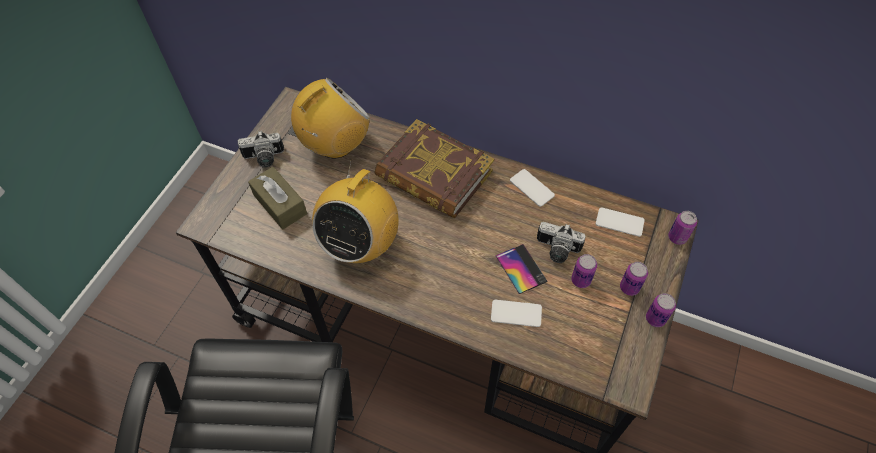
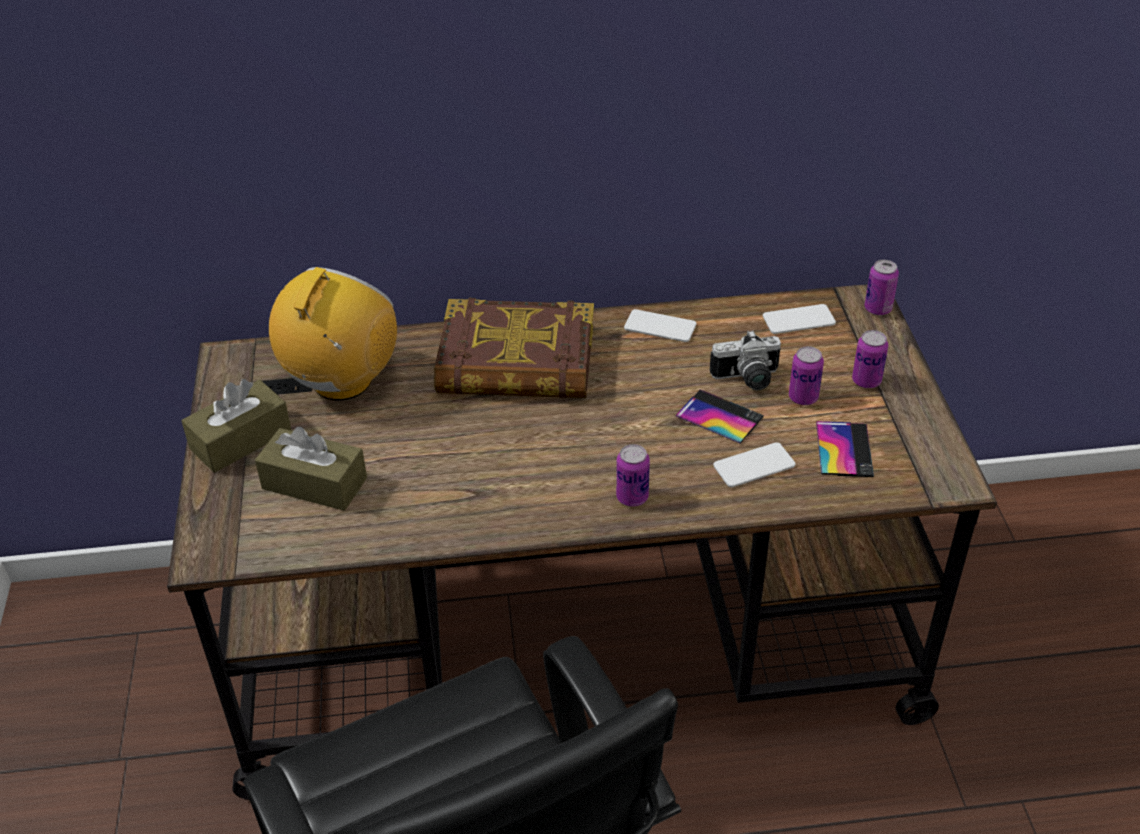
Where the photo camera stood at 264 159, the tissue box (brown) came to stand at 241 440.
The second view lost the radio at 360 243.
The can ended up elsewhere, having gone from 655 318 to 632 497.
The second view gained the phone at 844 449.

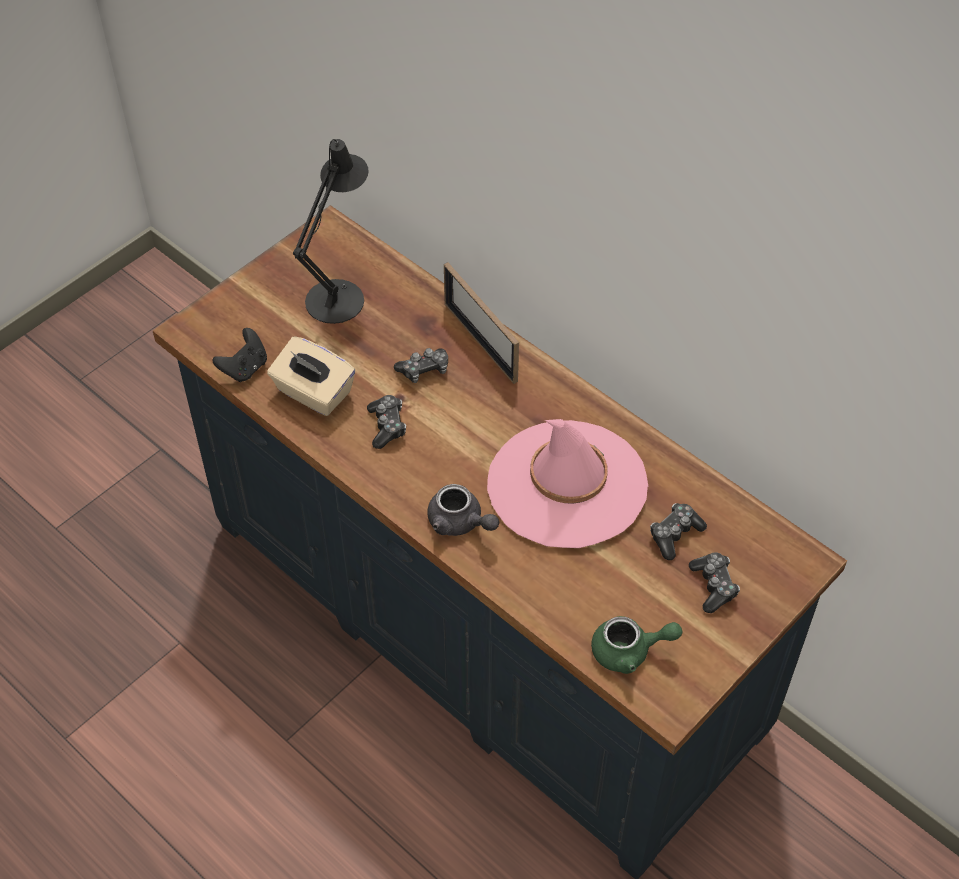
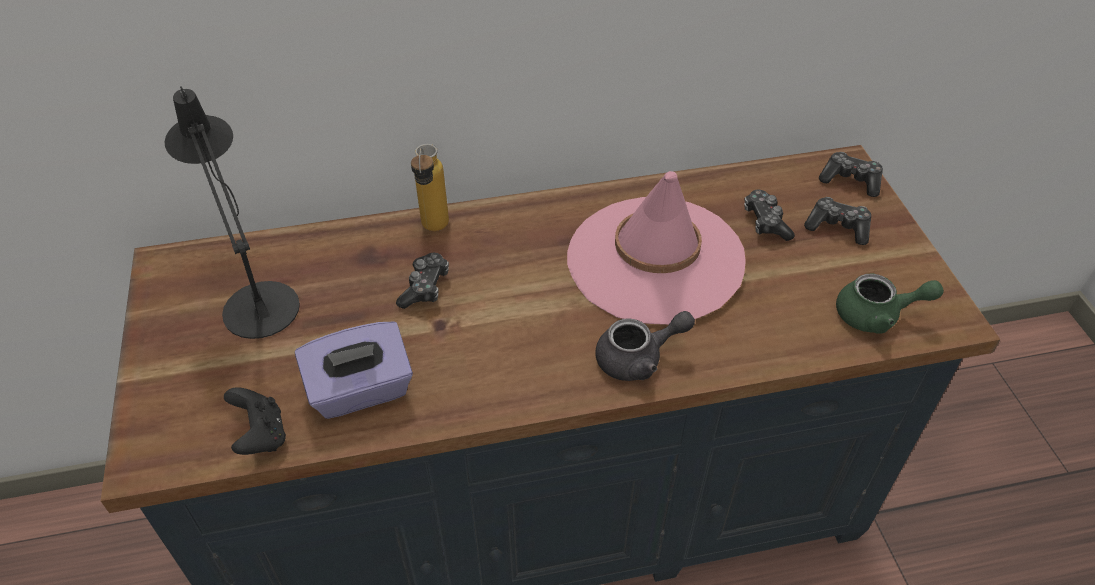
What was the tissue box (beige) at 313 393 turned into the tissue box (purple) at 361 391.
The game controller ended up elsewhere, having gone from 387 426 to 850 180.
Where the picture frame stood at 480 342, the bottle came to stand at 434 231.
The teapot (green) at 629 651 ended up facing another way, 60 degrees clockwise from before.

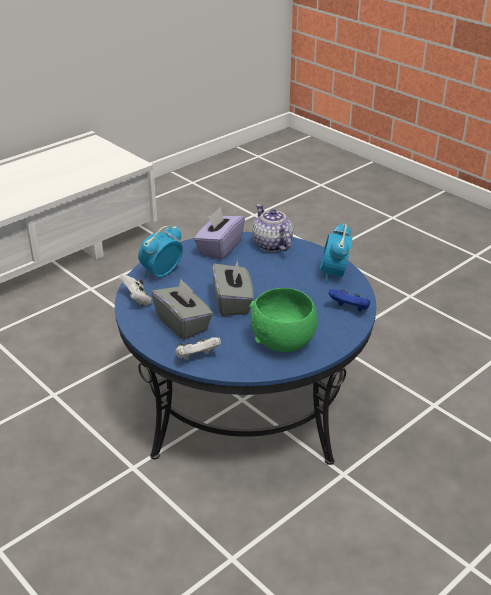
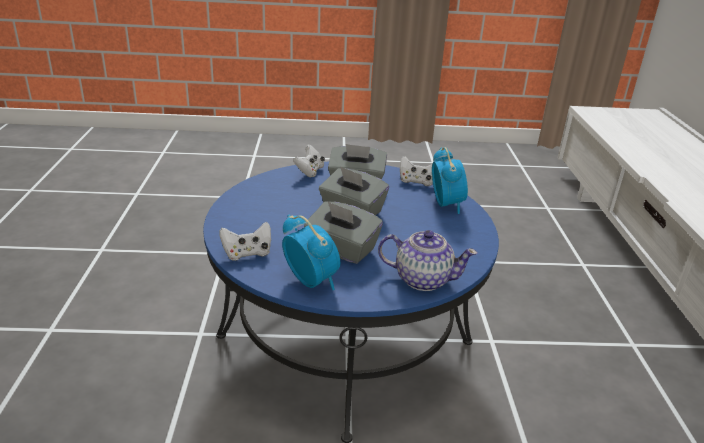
The second view lost the tissue box (purple) at 219 248.
The second view lost the bowl (green) at 284 342.
What was the game controller (blue) at 349 309 turned into the game controller (white) at 247 253.
The second view gained the tissue box (grey) at 341 249.

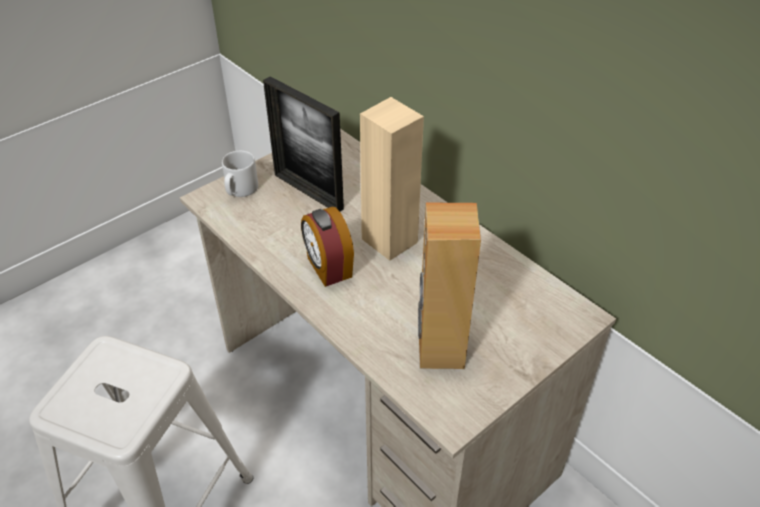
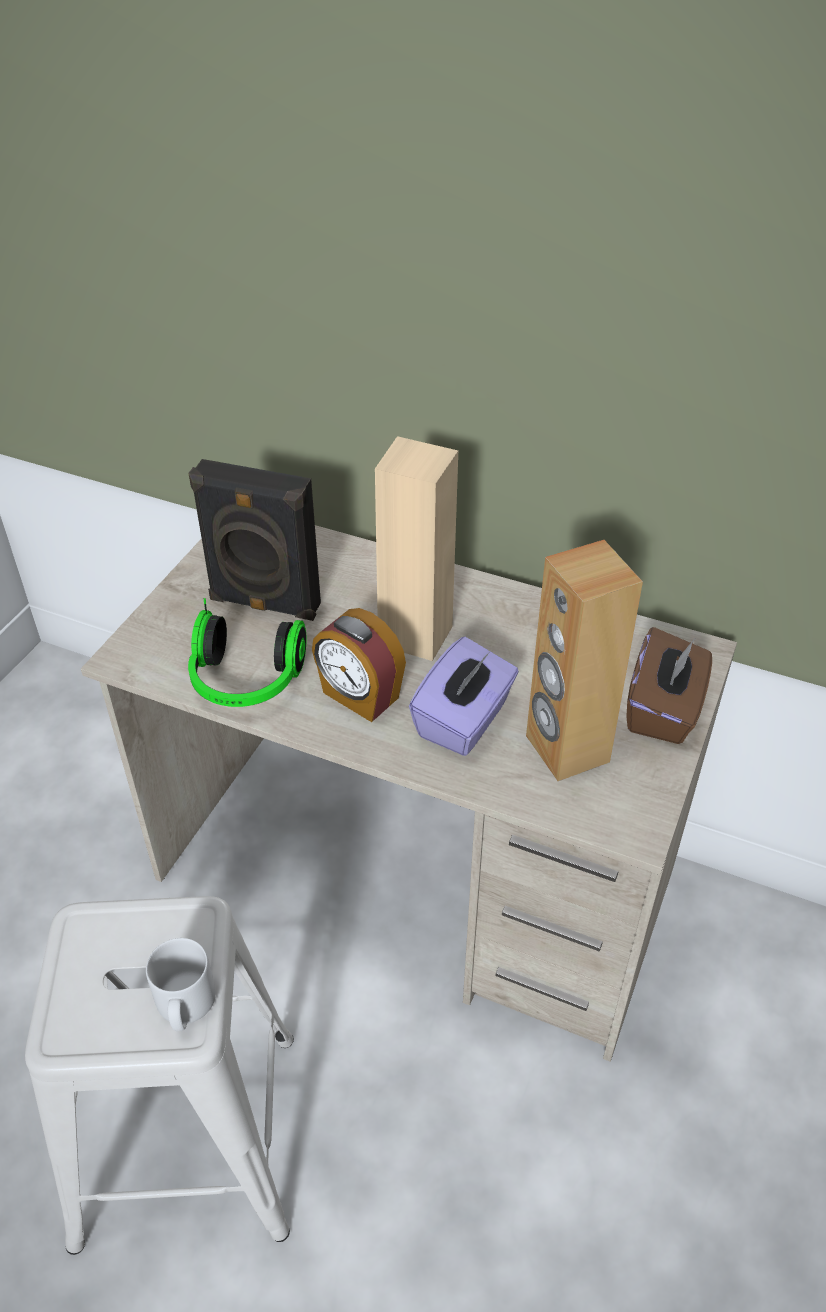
The mug (grey) ended up elsewhere, having gone from 240 190 to 185 1005.
Where the picture frame stood at 308 191, the speaker (black) came to stand at 264 604.
The second view gained the headphones at 245 682.
The second view gained the tissue box (purple) at 464 720.
The second view gained the tissue box (brown) at 663 710.

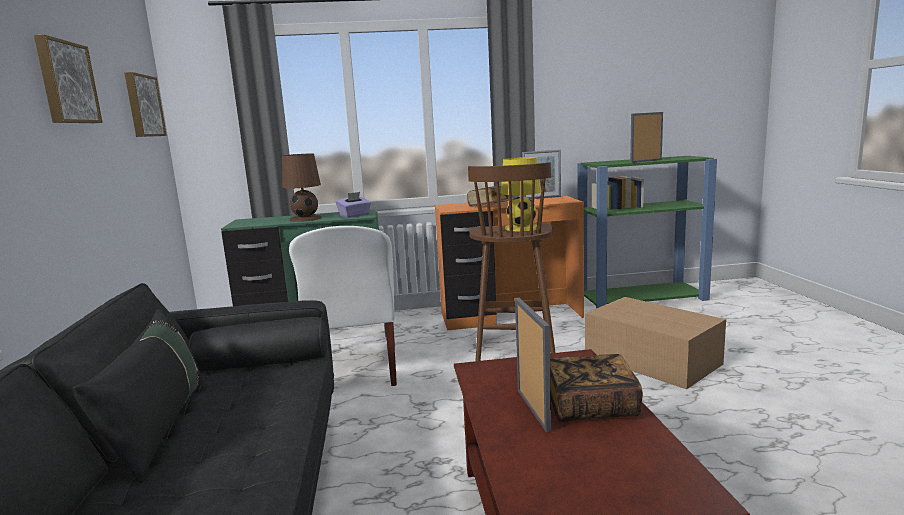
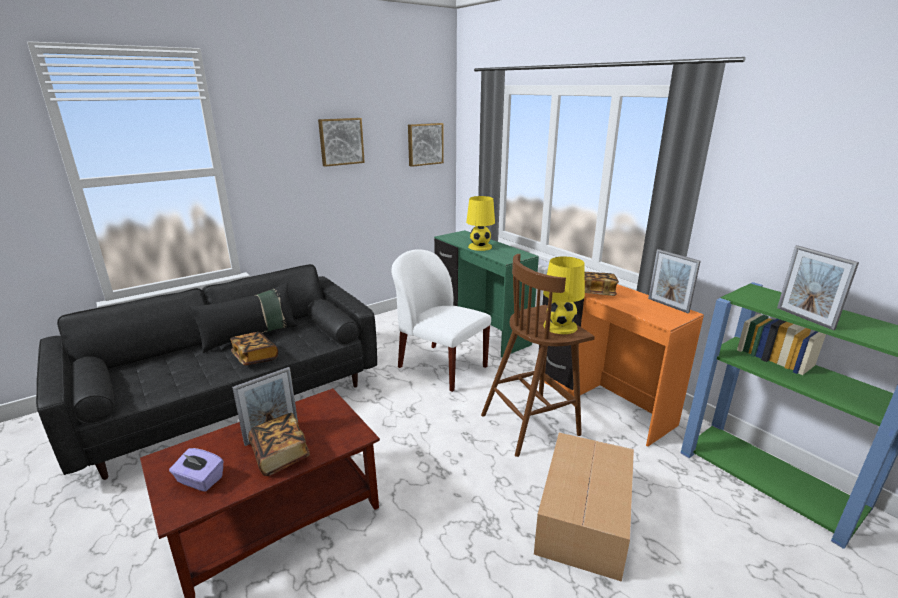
What was the table lamp (brown) at 305 219 turned into the table lamp (yellow) at 479 247.
The chair (white) at 356 370 ended up facing another way, 75 degrees clockwise from before.
The tissue box (purple) ended up elsewhere, having gone from 354 215 to 200 480.
The picture frame at 646 161 ended up facing another way, 150 degrees counterclockwise from before.
The second view gained the book at 255 357.

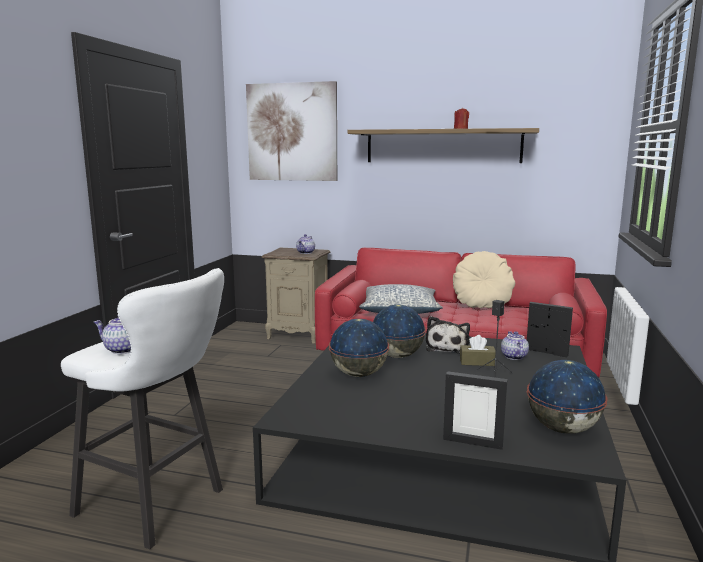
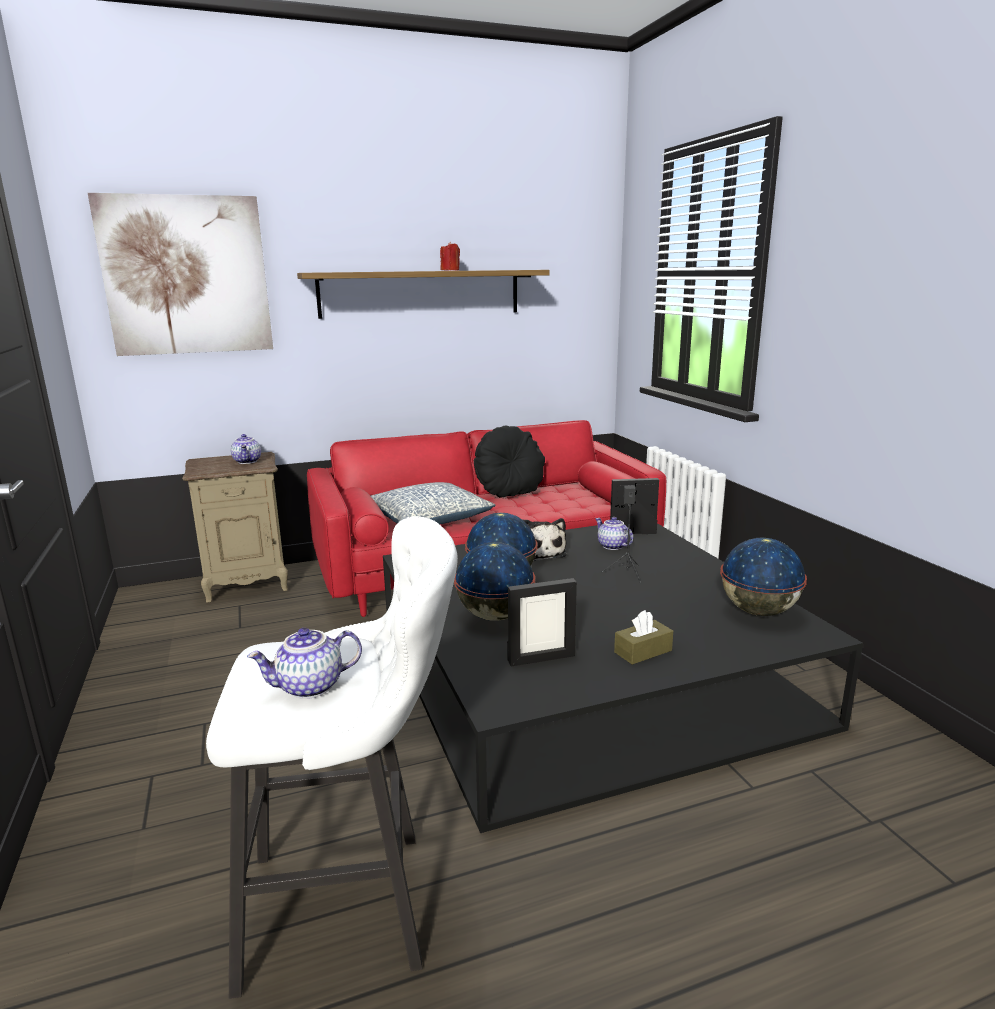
The picture frame ended up elsewhere, having gone from 472 442 to 541 658.
What was the pillow (beige) at 482 306 turned into the pillow (black) at 509 494.
The tissue box (brown) ended up elsewhere, having gone from 477 362 to 643 651.

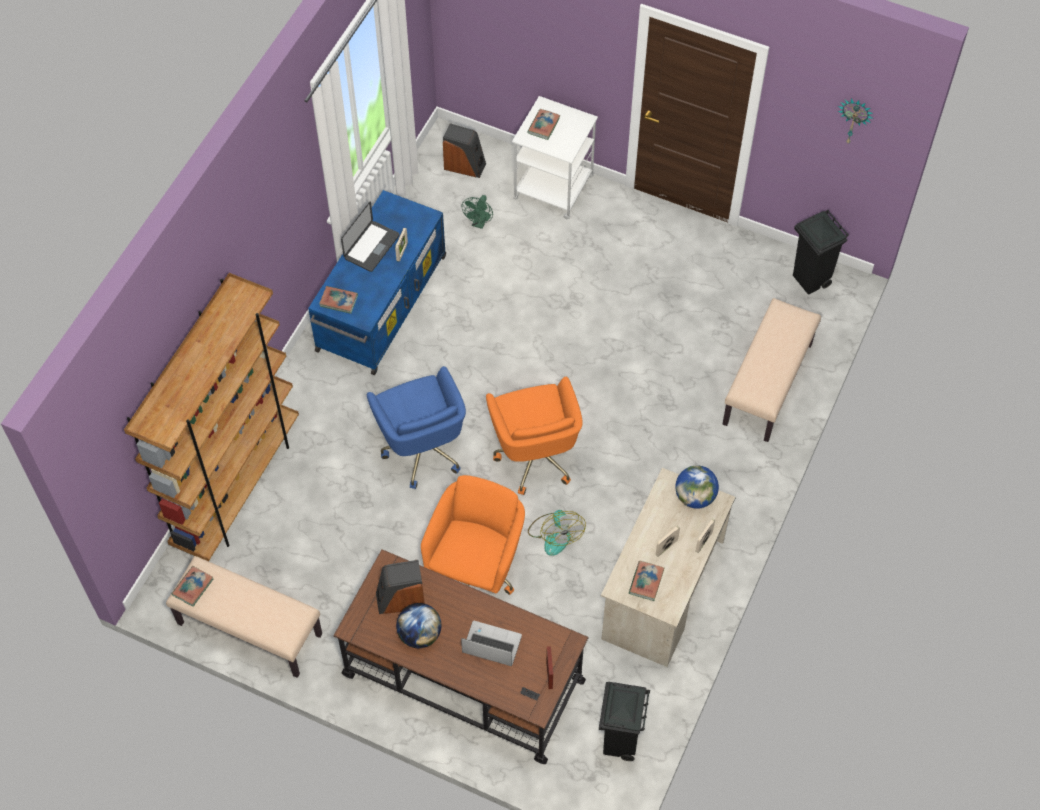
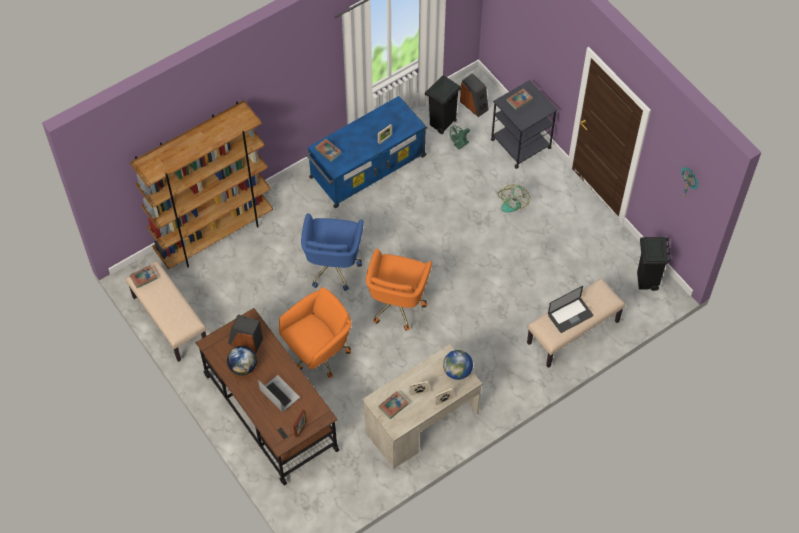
The laptop ended up elsewhere, having gone from 372 247 to 570 315.
What was the cart (white) at 554 188 turned into the cart (black) at 521 145.
The fan ended up elsewhere, having gone from 555 534 to 512 201.
The trash can (black) ended up elsewhere, having gone from 620 743 to 442 124.

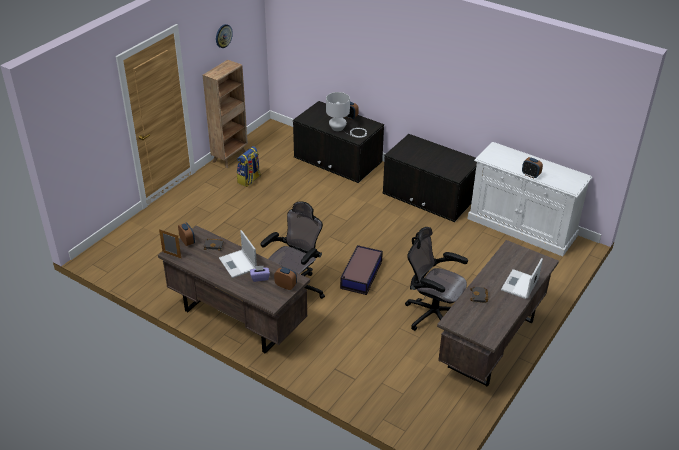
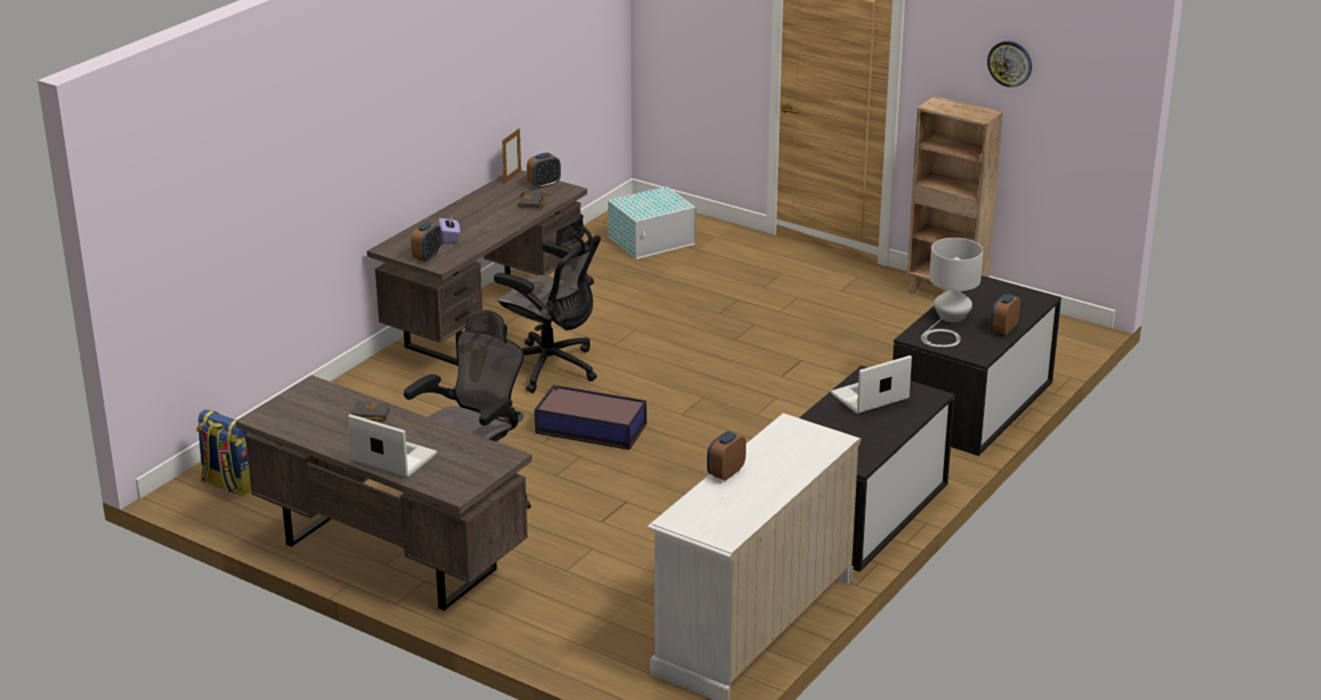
The laptop ended up elsewhere, having gone from 238 264 to 868 397.
The backpack ended up elsewhere, having gone from 249 180 to 229 484.
The second view gained the storage box (white) at 653 240.

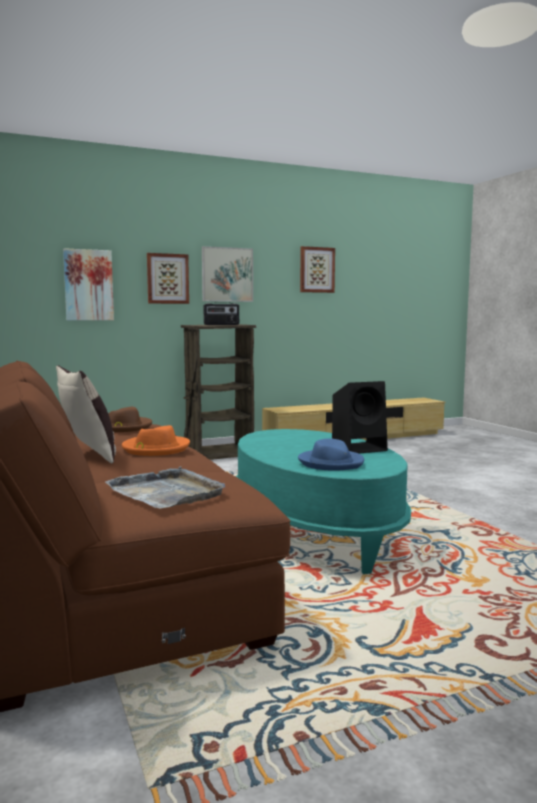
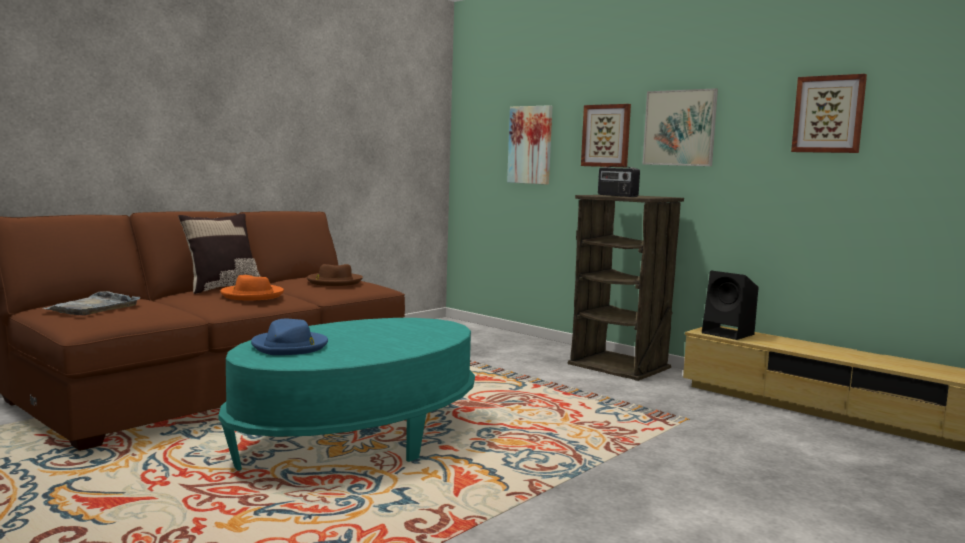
The speaker (black) ended up elsewhere, having gone from 360 448 to 729 334.

